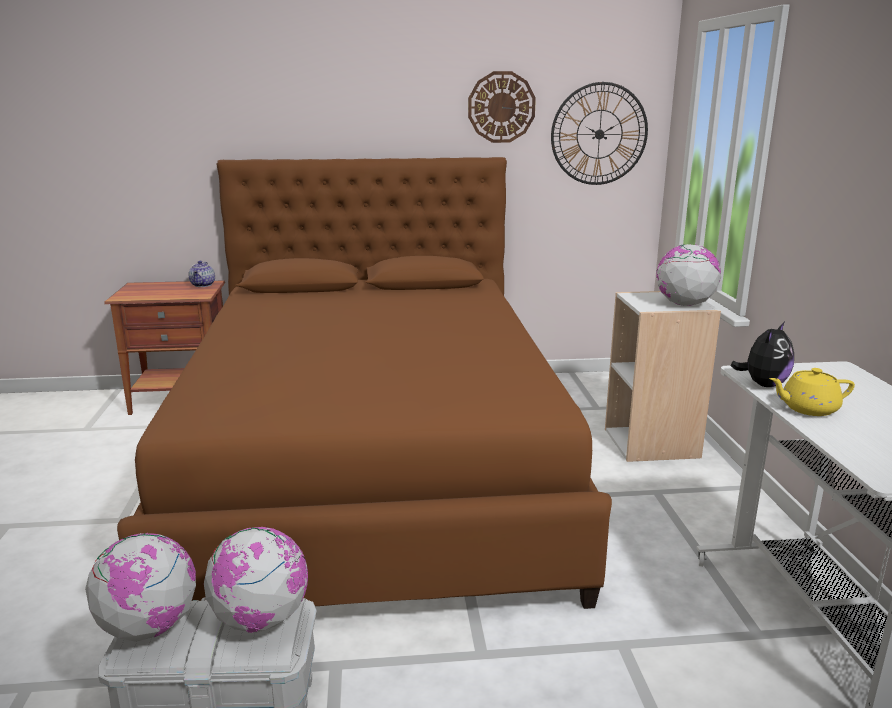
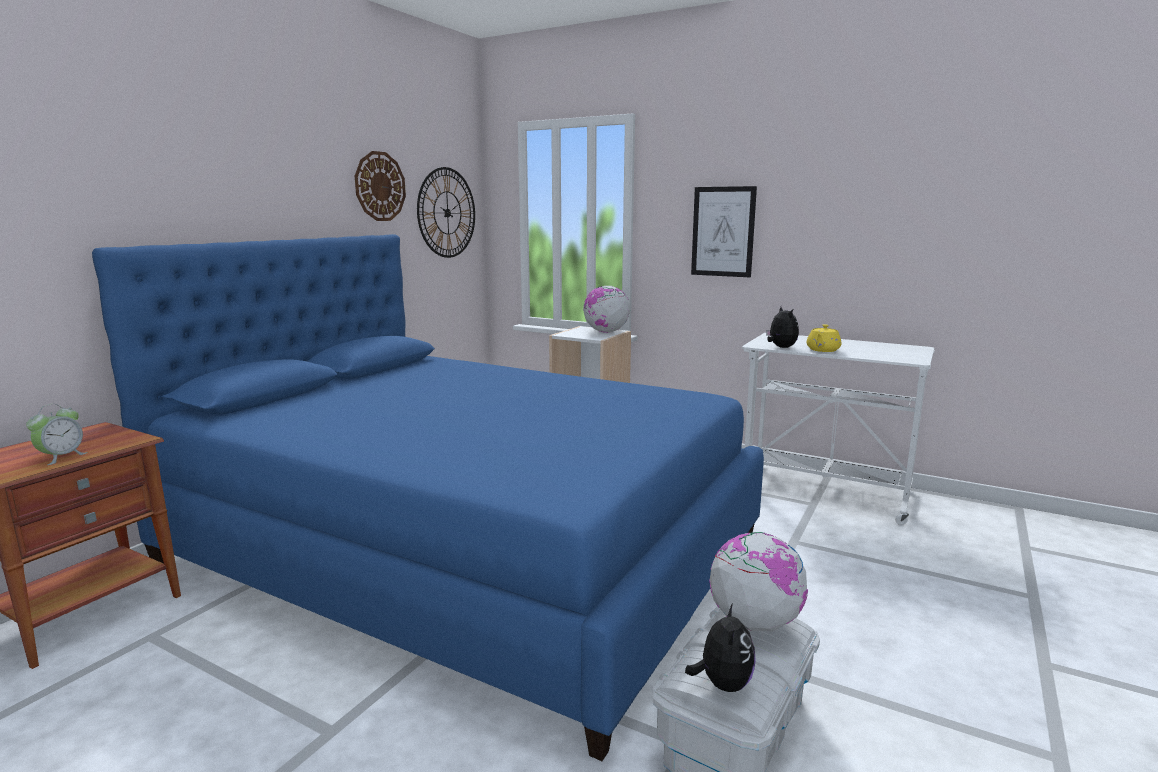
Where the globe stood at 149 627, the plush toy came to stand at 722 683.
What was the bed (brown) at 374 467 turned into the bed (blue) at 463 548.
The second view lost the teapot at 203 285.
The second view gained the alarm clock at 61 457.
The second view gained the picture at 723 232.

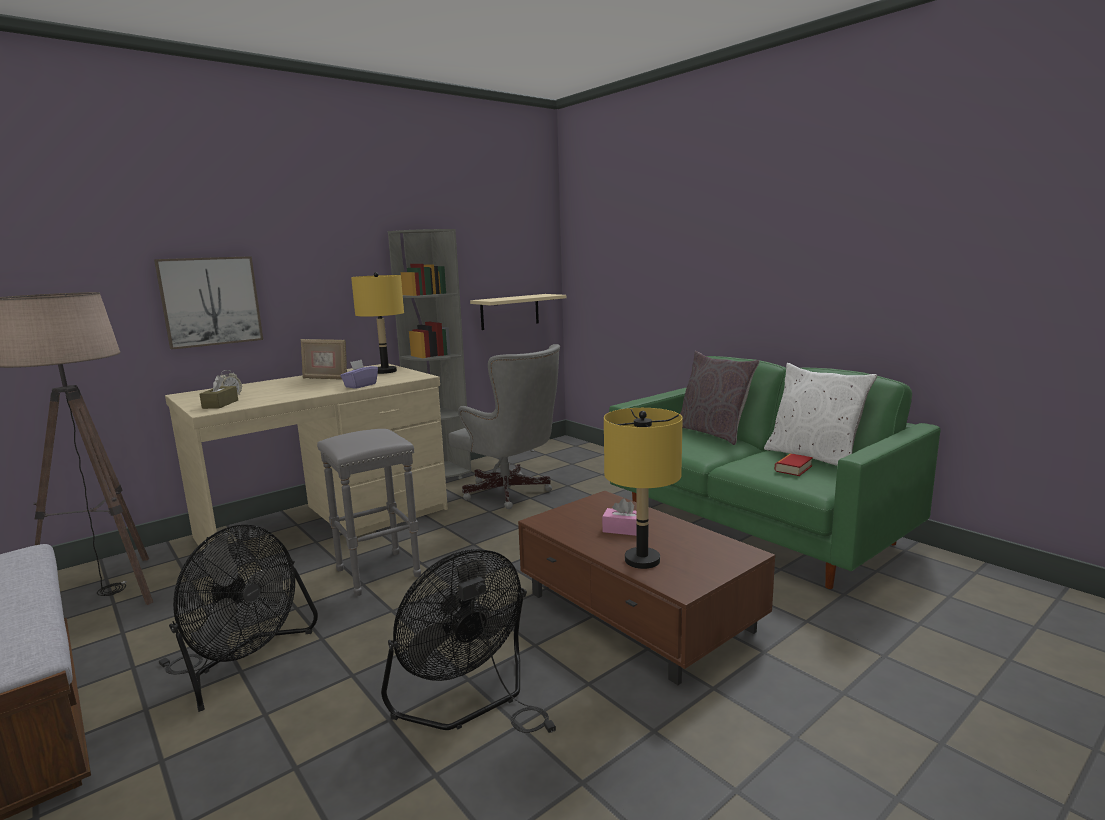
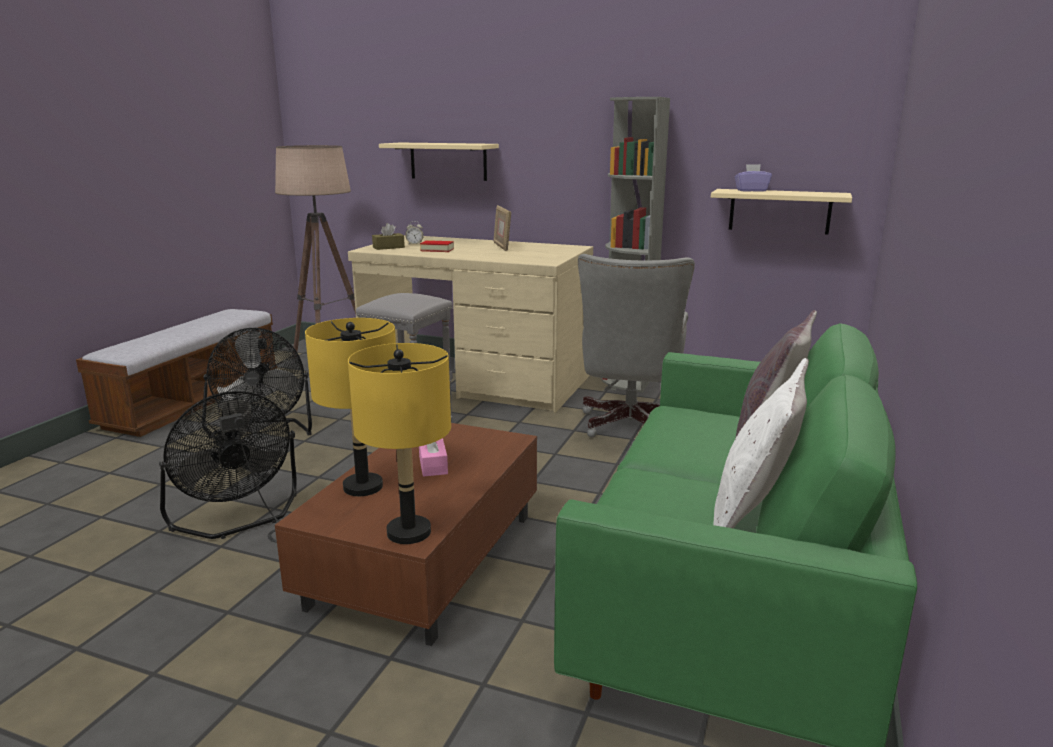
Where the picture hung at 210 301, the shelf (beige) came to hang at 448 161.
The tissue box (purple) ended up elsewhere, having gone from 360 385 to 751 190.
The table lamp (yellow) ended up elsewhere, having gone from 385 371 to 409 533.
The fan (black) at 478 700 ended up facing another way, 60 degrees counterclockwise from before.
The book ended up elsewhere, having gone from 793 468 to 437 250.

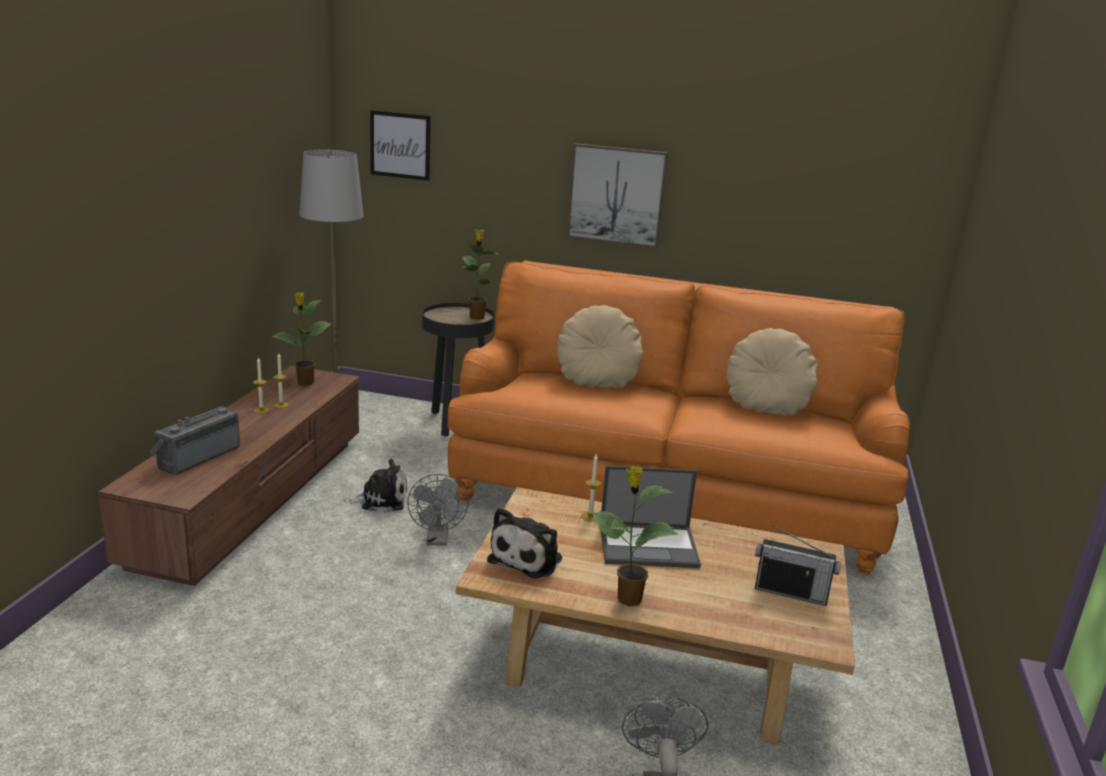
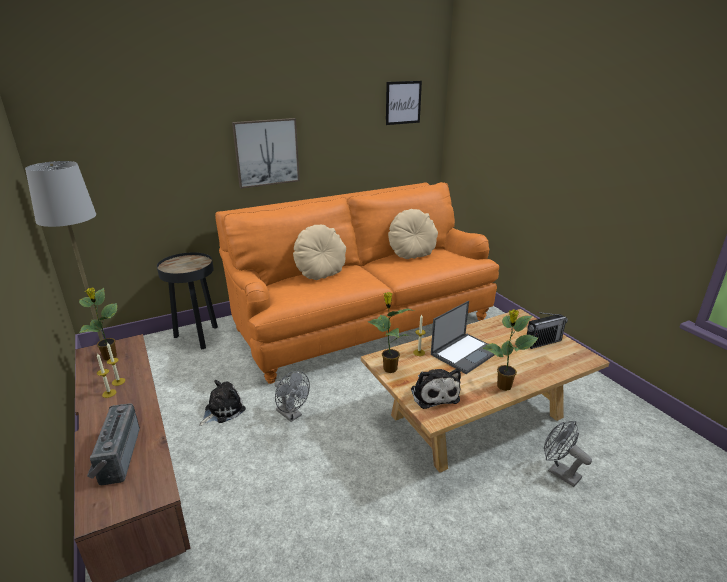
The picture ended up elsewhere, having gone from 400 145 to 403 102.
The potted plant ended up elsewhere, having gone from 476 317 to 389 368.

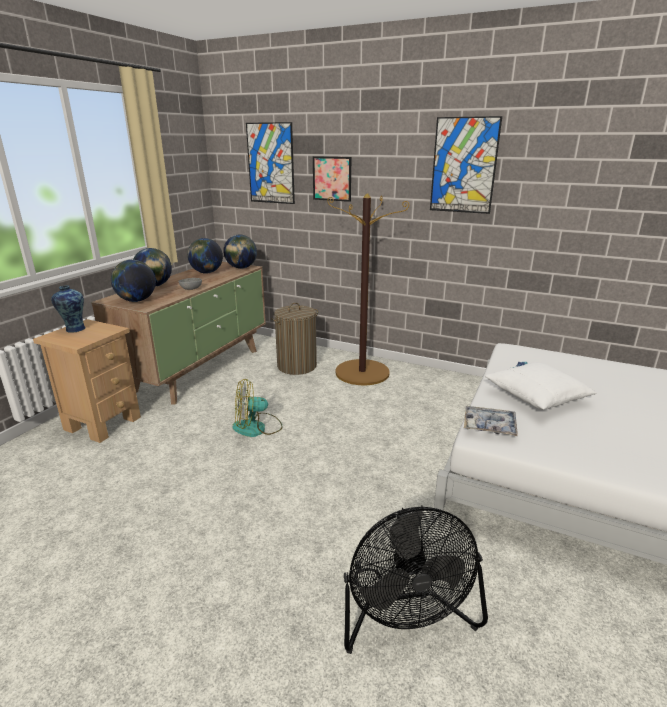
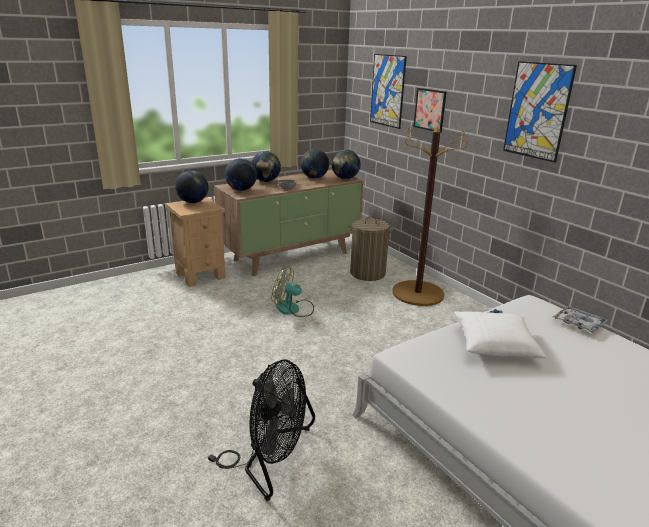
Where the vase stood at 74 329, the globe came to stand at 193 202.
The fan (black) at 400 616 ended up facing another way, 90 degrees counterclockwise from before.
The tray ended up elsewhere, having gone from 489 426 to 579 323.

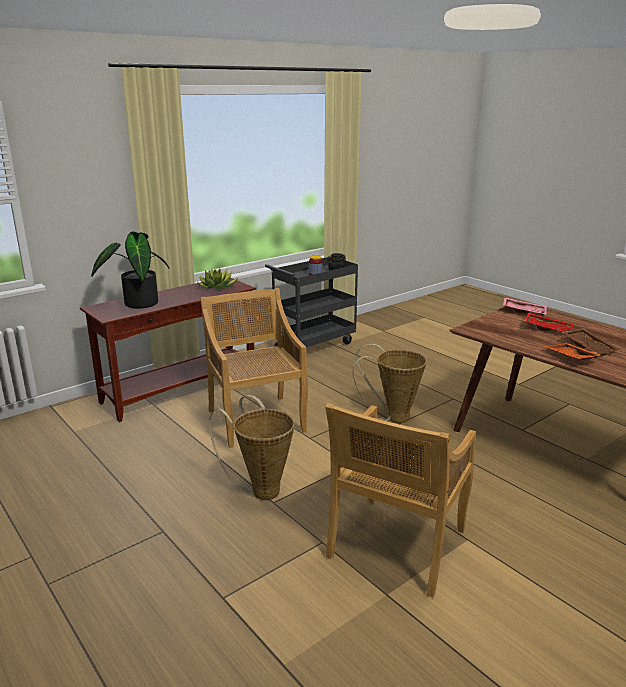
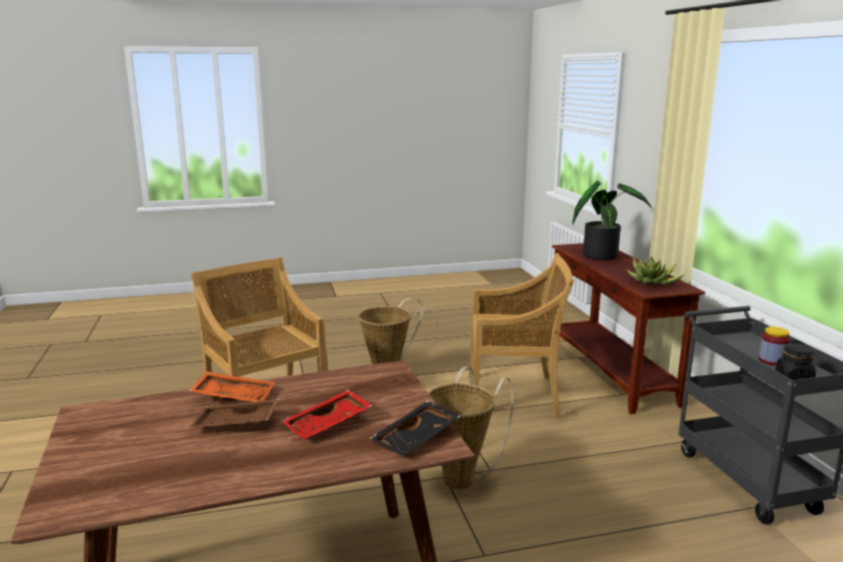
What was the tray (pink) at 524 311 turned into the tray (black) at 417 438.

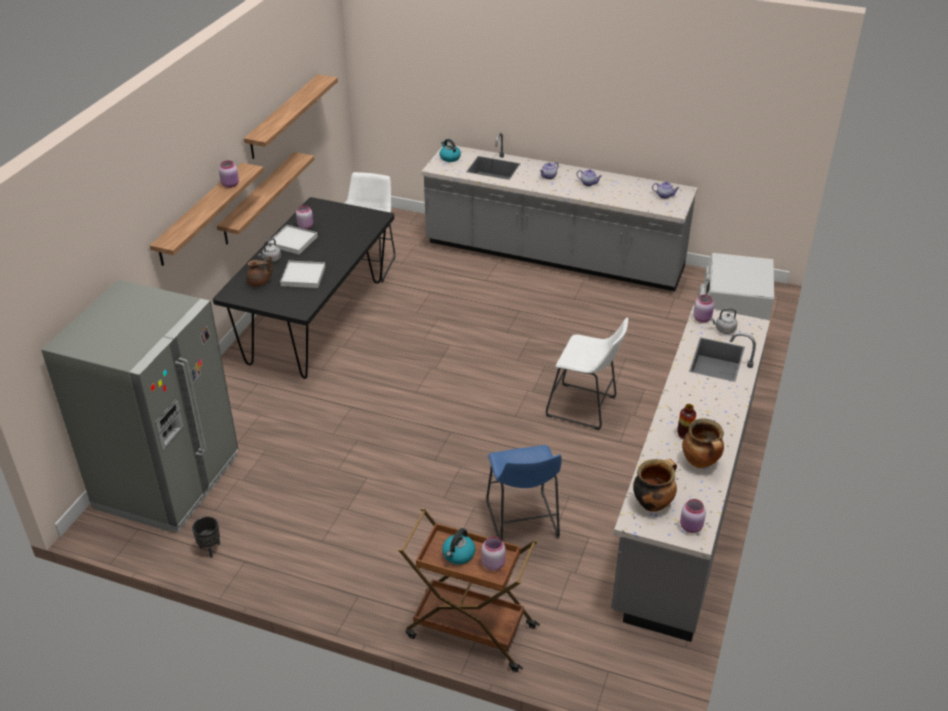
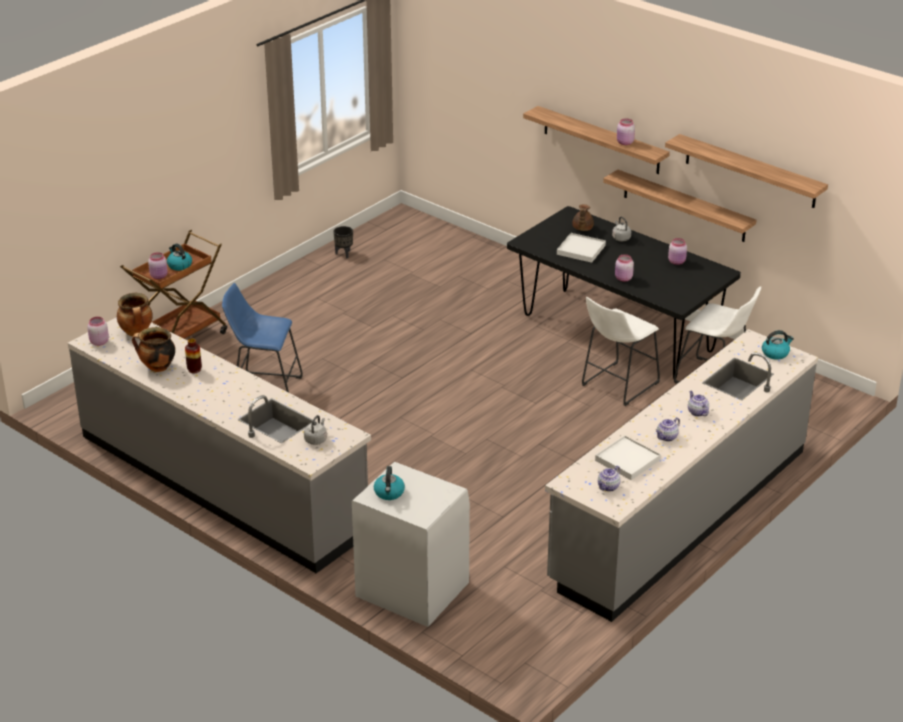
The second view lost the fridge (grey) at 168 482.
The tray (white) ended up elsewhere, having gone from 293 241 to 627 460.
The stool (white) ended up elsewhere, having gone from 585 408 to 617 385.
The jar (pink) ended up elsewhere, having gone from 702 319 to 623 278.
The second view gained the kettle at 389 493.

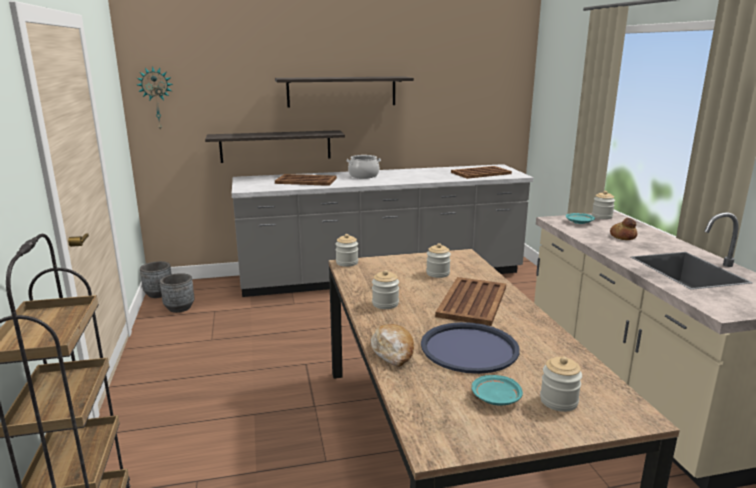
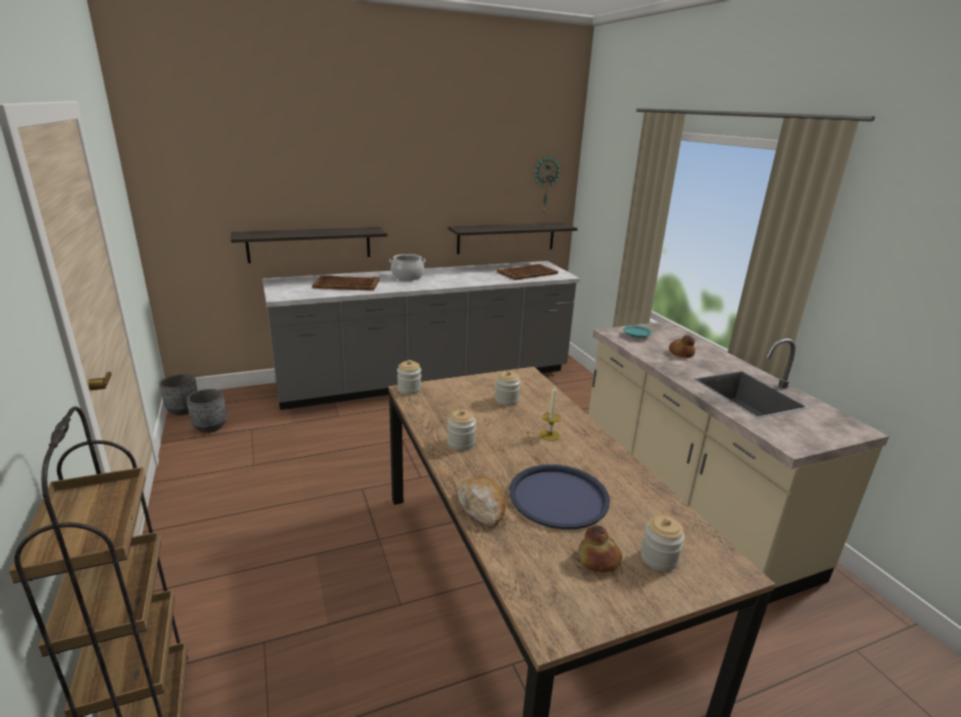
The wall clock ended up elsewhere, having gone from 156 98 to 545 184.
The shelf ended up elsewhere, having gone from 341 91 to 506 237.
Where the tray (brown) stood at 473 301, the candle came to stand at 549 435.
Where the plate (turquoise) stood at 496 398, the bread came to stand at 598 559.
The second view lost the jar at 602 216.

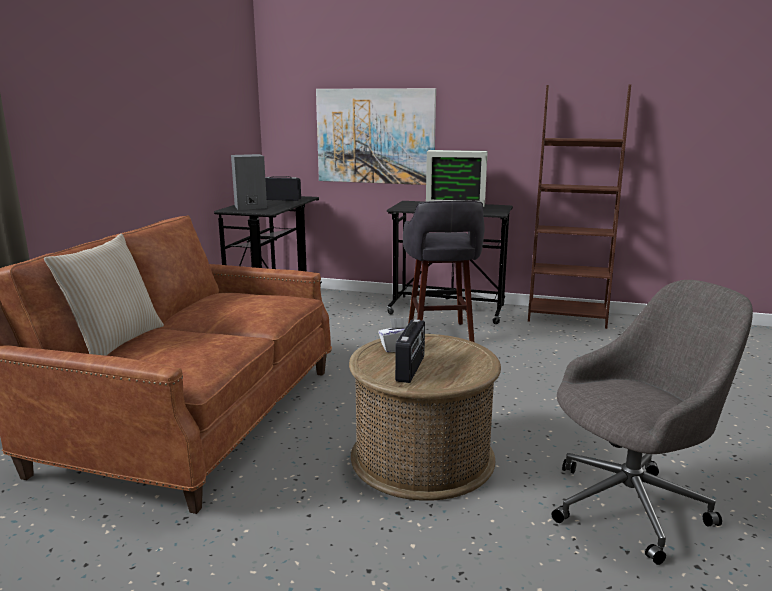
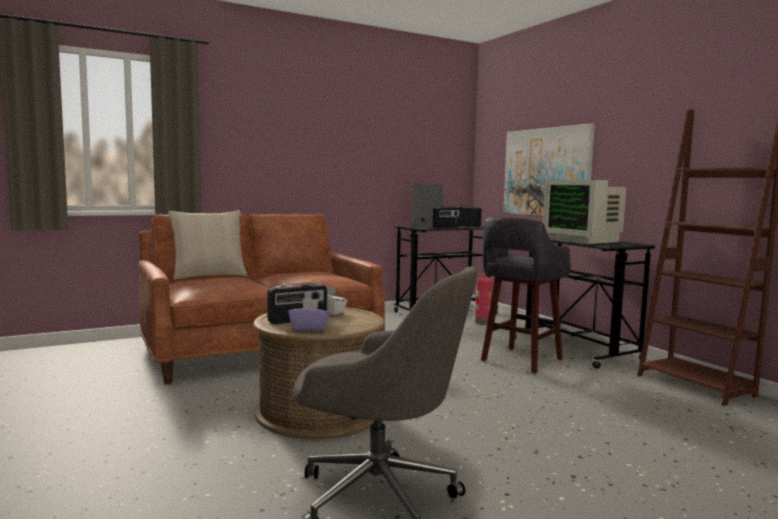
The second view gained the tissue box (purple) at 309 328.
The second view gained the radio at 446 227.
The second view gained the fire extinguisher at 482 322.

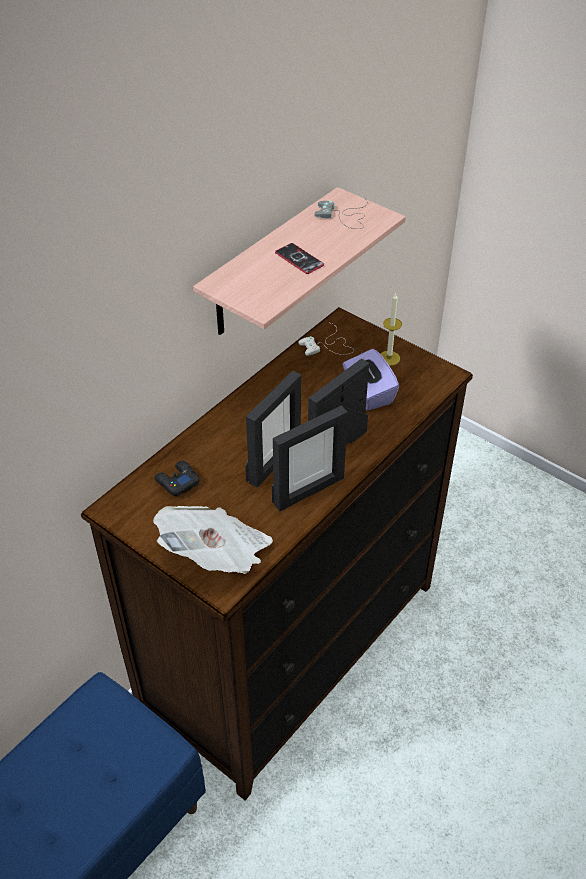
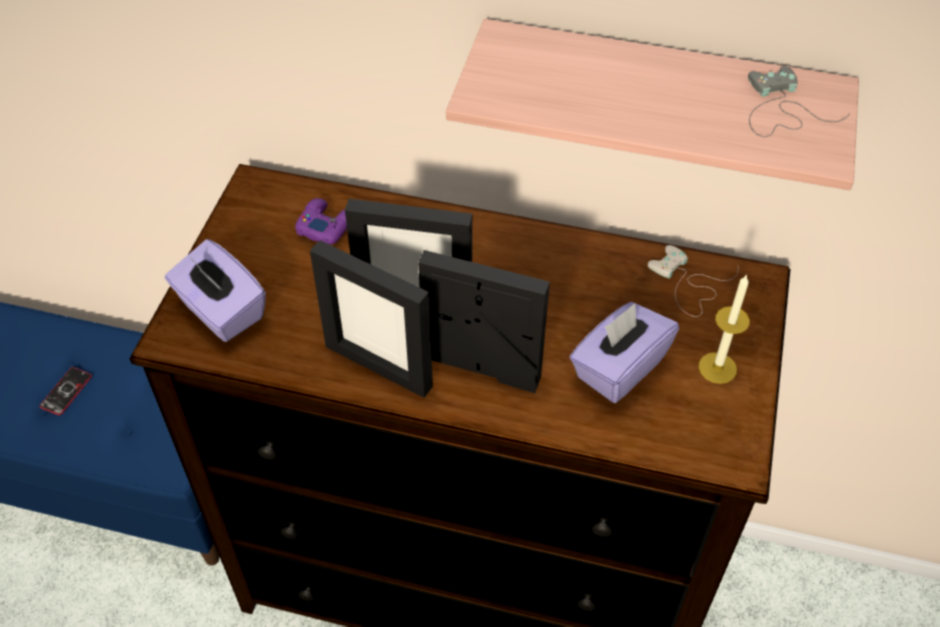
Where the newspaper stood at 217 555, the tissue box (purple) came to stand at 221 311.
What was the game controller (black) at 177 482 turned into the game controller (purple) at 326 226.
The phone ended up elsewhere, having gone from 299 259 to 66 391.

